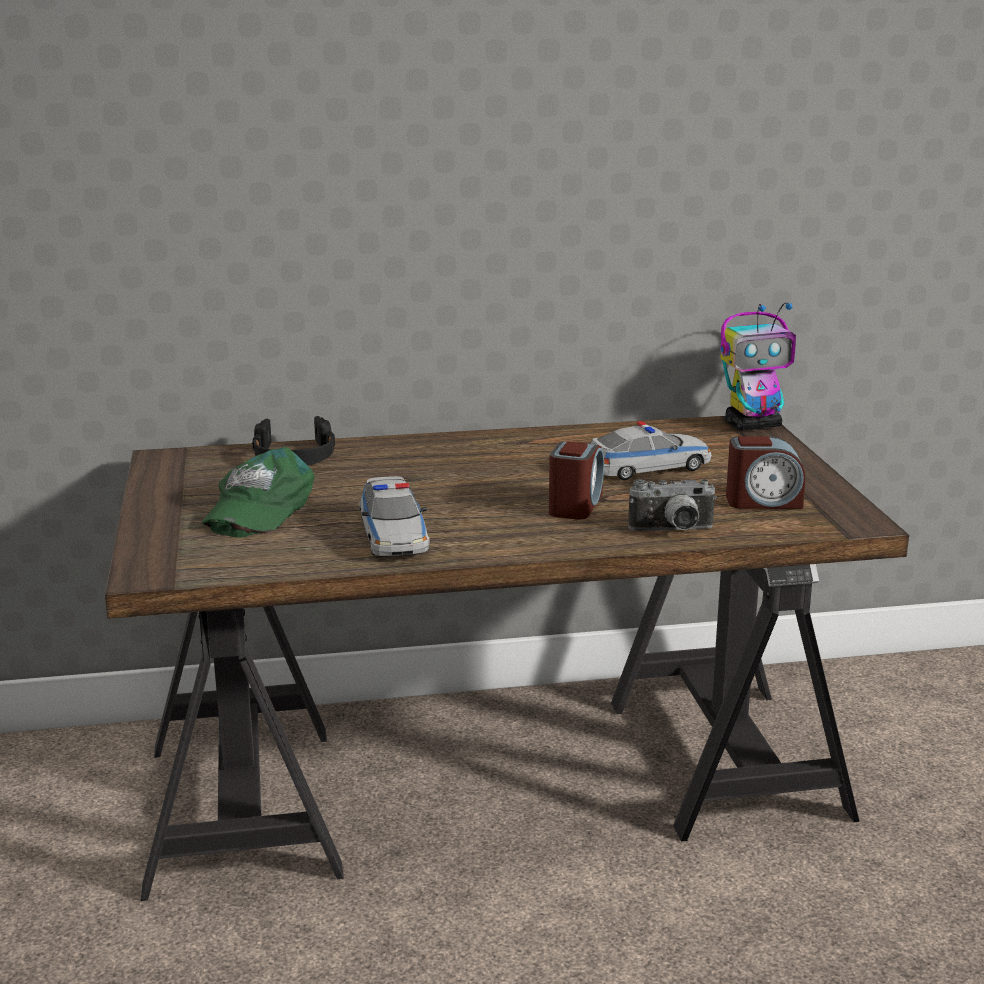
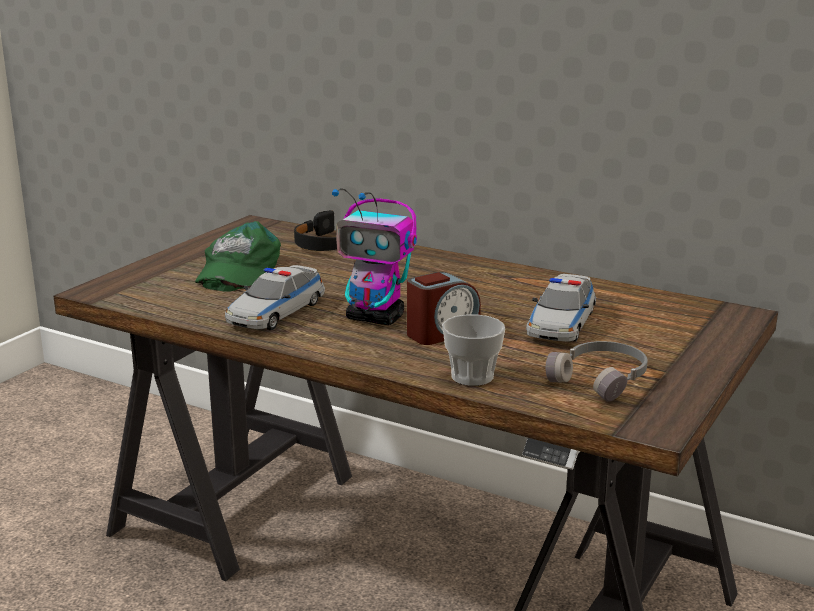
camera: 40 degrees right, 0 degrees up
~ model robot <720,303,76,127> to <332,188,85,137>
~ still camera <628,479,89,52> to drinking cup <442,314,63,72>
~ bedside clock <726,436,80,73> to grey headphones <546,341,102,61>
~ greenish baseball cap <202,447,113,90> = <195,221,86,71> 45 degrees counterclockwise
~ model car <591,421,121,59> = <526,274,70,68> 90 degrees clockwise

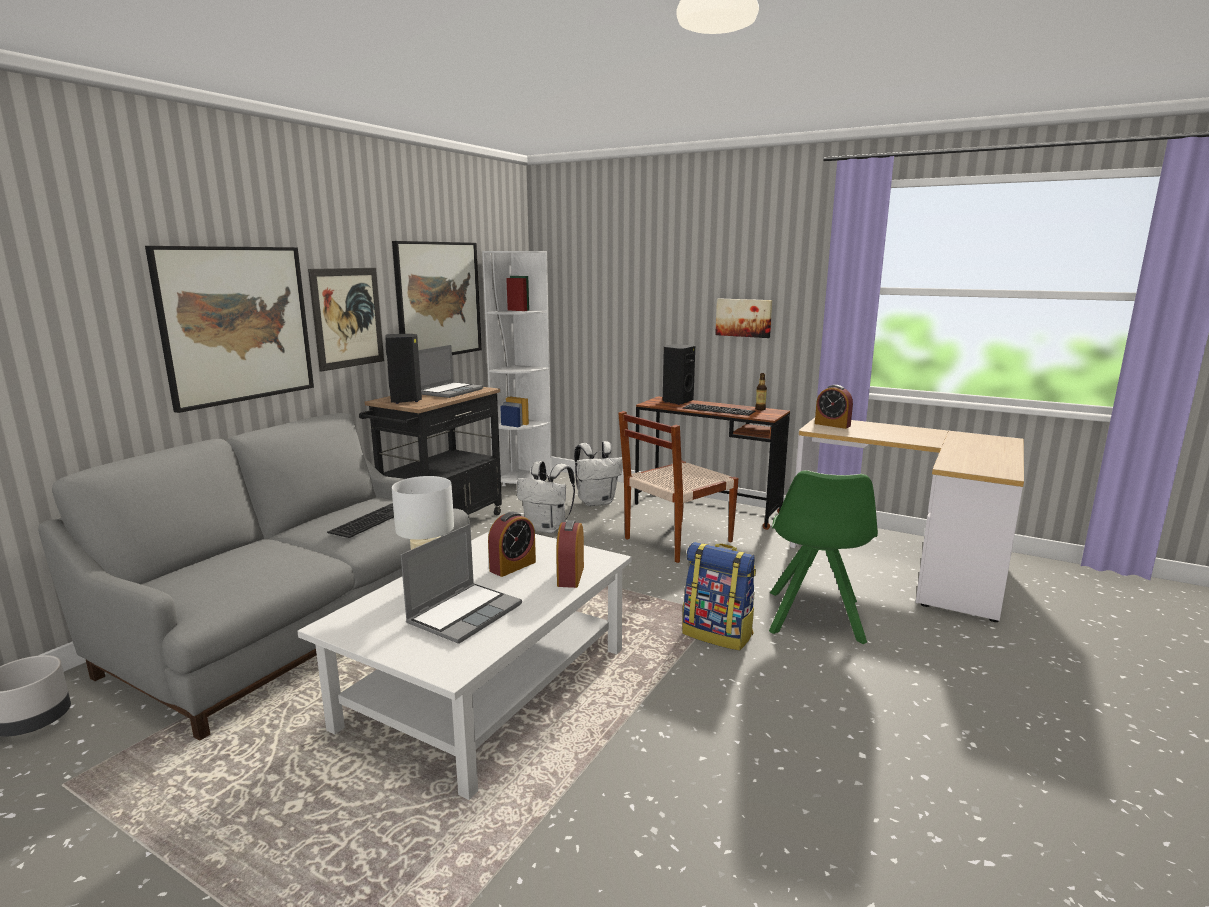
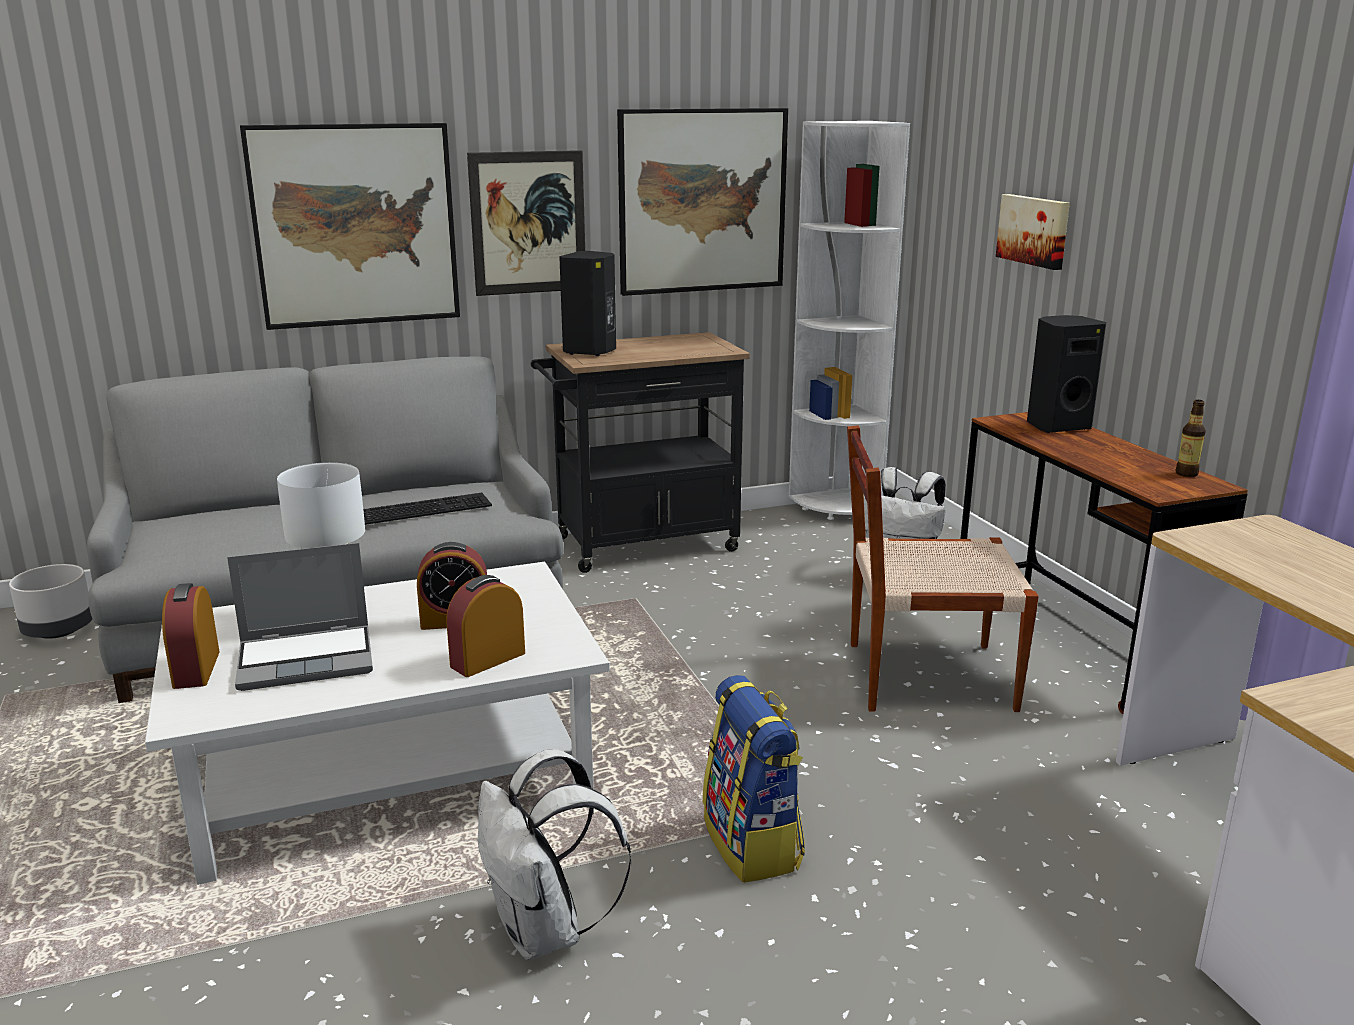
camera: 40 degrees right, 5 degrees up
- laptop <418,345,65,53>
- PC keyboard <683,404,72,12>
- greenish upright chair <769,470,109,174>
~ whitish backpack <517,461,58,72> to <477,749,154,211>
~ wall picture <715,298,57,40> to <996,194,74,76>
~ bedside clock <815,385,38,44> to <162,583,58,106>

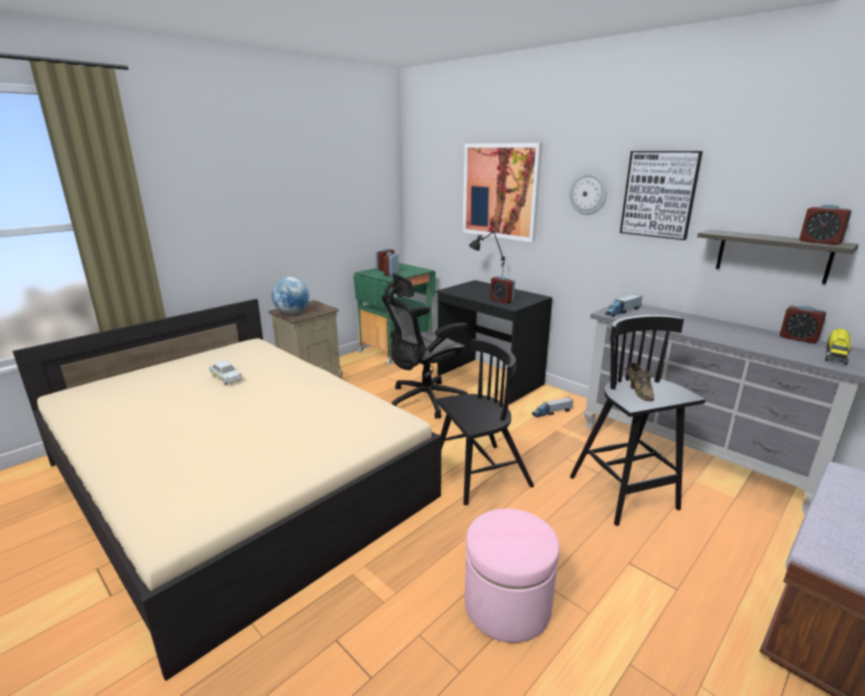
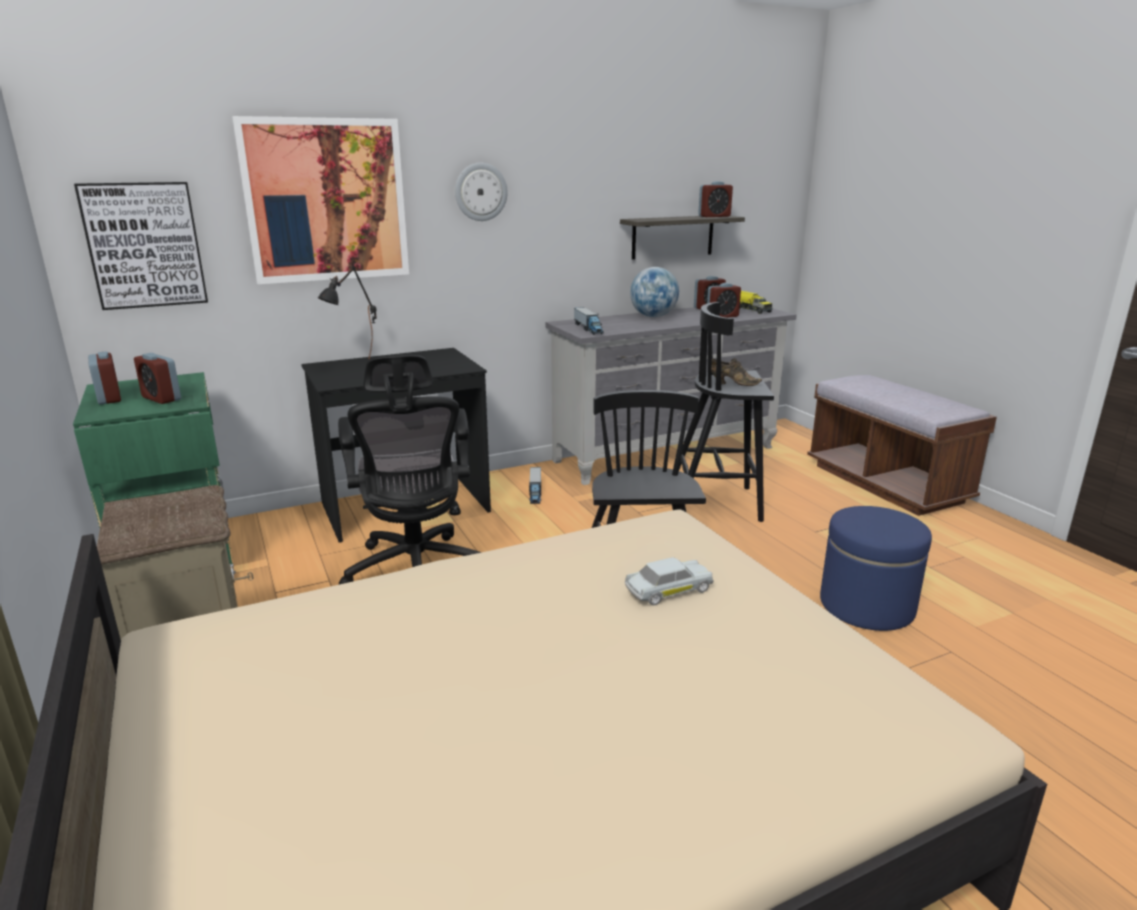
camera: 70 degrees left, 0 degrees up
~ whitish model car <209,360,33,25> to <625,557,89,48>
~ desk globe <271,277,38,37> to <630,267,49,50>
~ bedside clock <490,276,25,28> to <707,283,34,35>
~ wall picture <620,151,83,89> to <74,182,134,128>
~ pinkish ottoman <465,509,95,134> to blue ottoman <820,506,112,125>

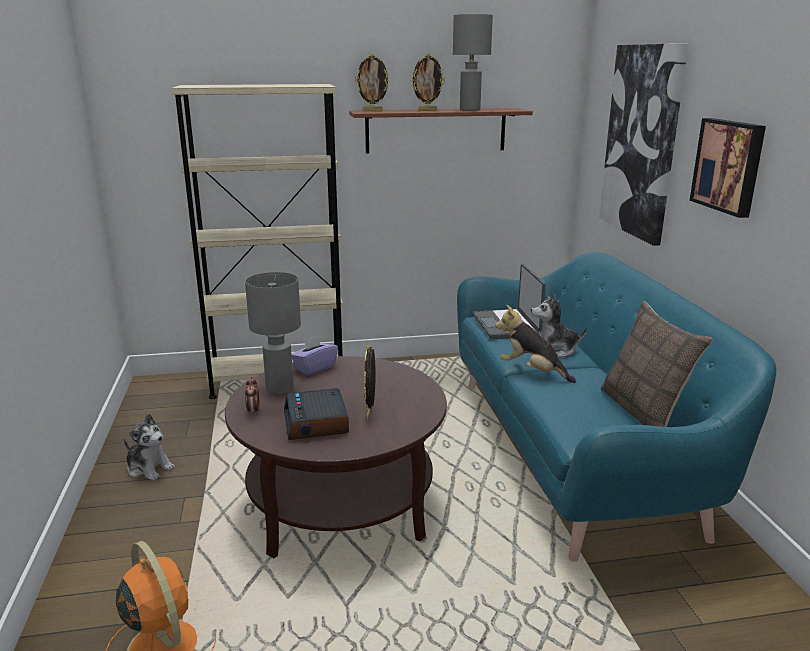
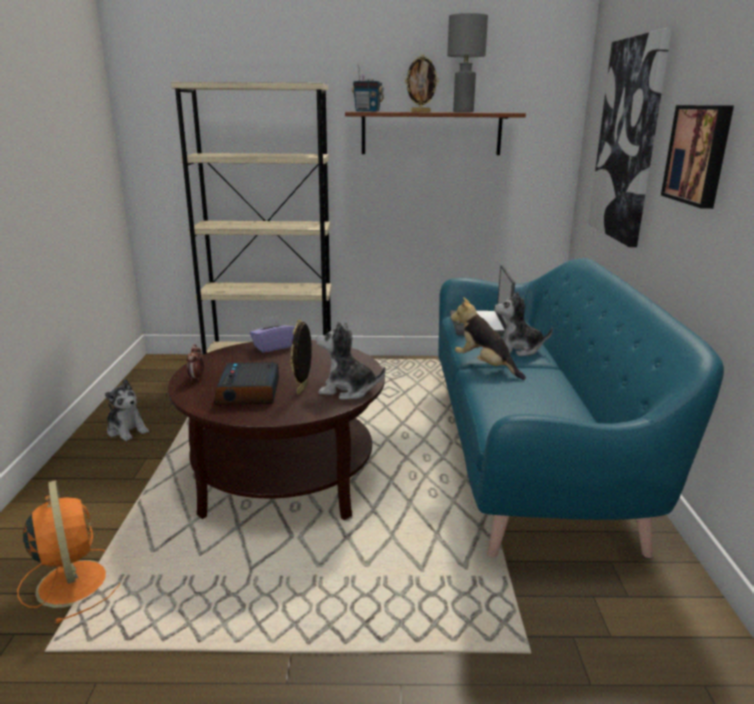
camera: 10 degrees right, 0 degrees up
- grey lamp for a table <245,272,56,123>
- throw pillow <601,301,112,126>
+ plush toy <316,321,70,79>
~ photo frame <355,53,35,58> to radio receiver <352,66,32,46>

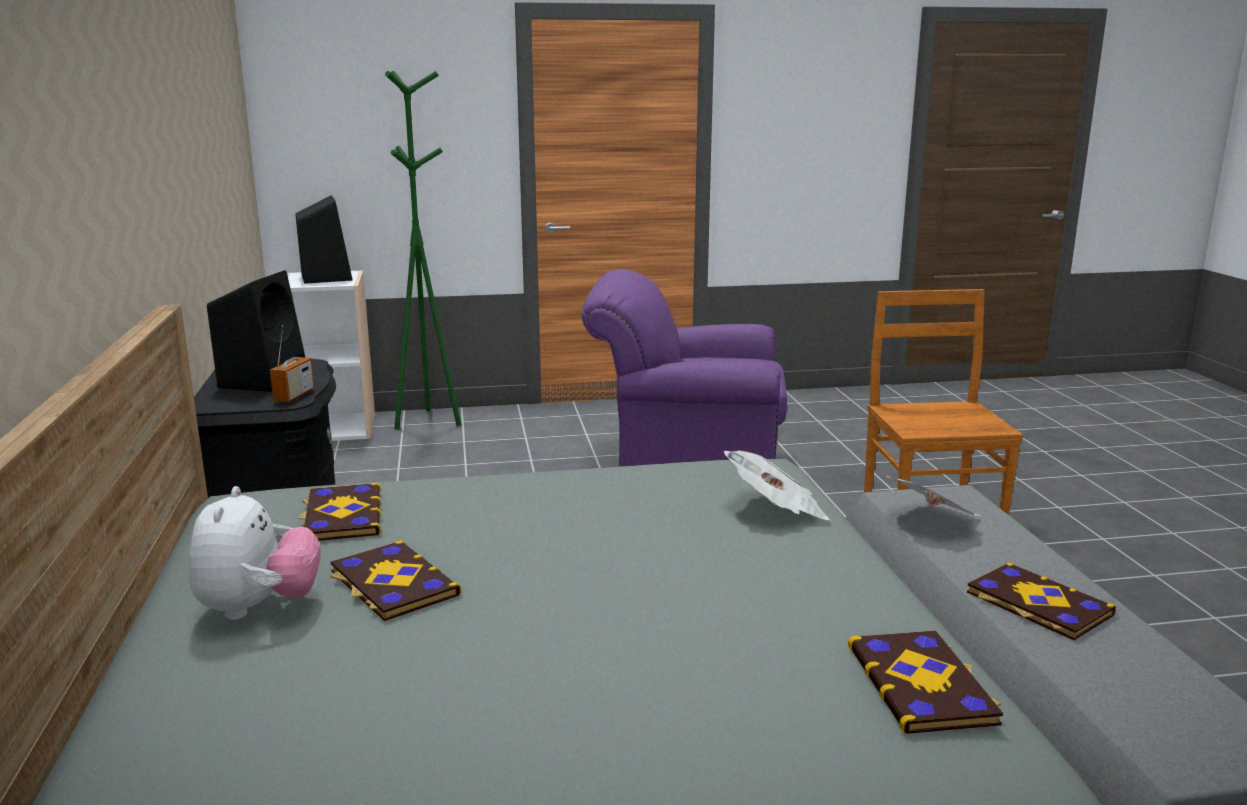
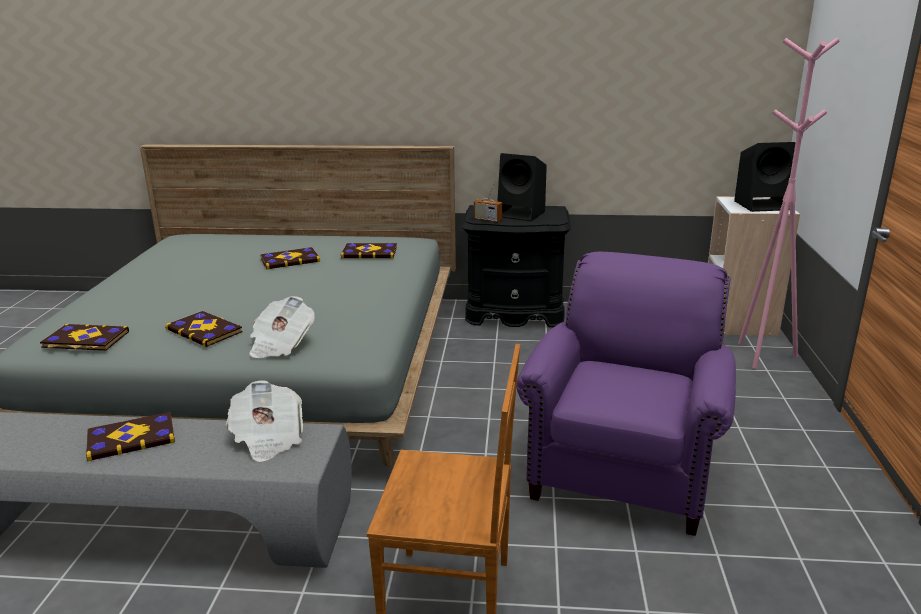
camera: 105 degrees right, 5 degrees up
- plush toy <189,486,132,134>
+ volume <165,311,77,36>
~ greenish garment stand <385,71,76,358> to pinkish garment stand <738,38,101,331>

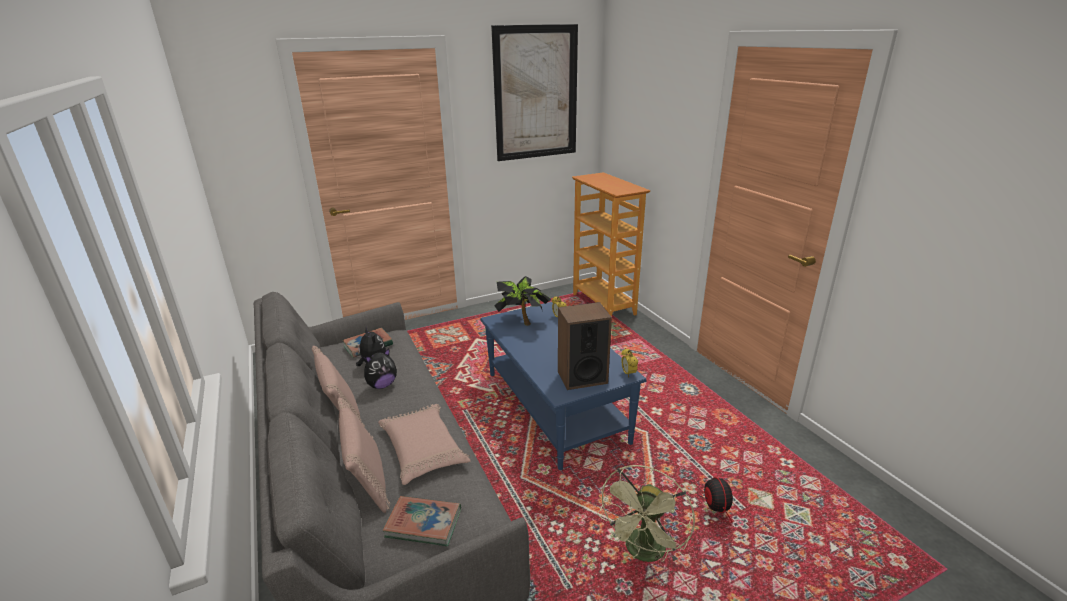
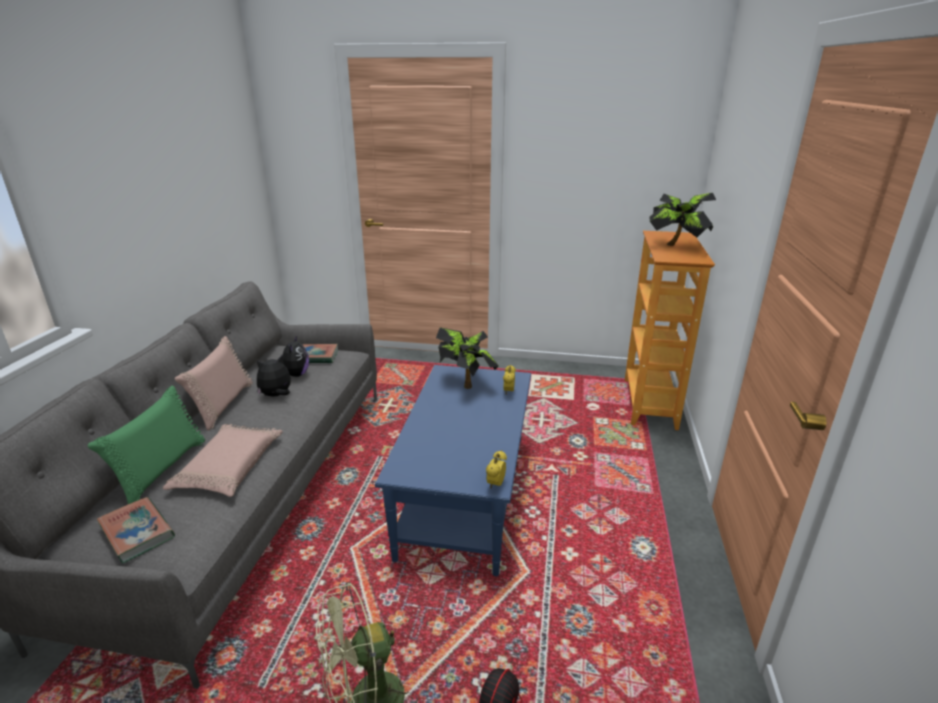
camera: 35 degrees right, 0 degrees up
- wall picture <491,24,87,137>
- audio speaker <558,302,54,88>
+ houseplant <649,193,67,53>
~ beige throw pillow <337,398,53,115> to greenish throw pillow <88,386,117,118>
~ plush toy <364,348,33,41> = <257,355,34,42> 150 degrees clockwise

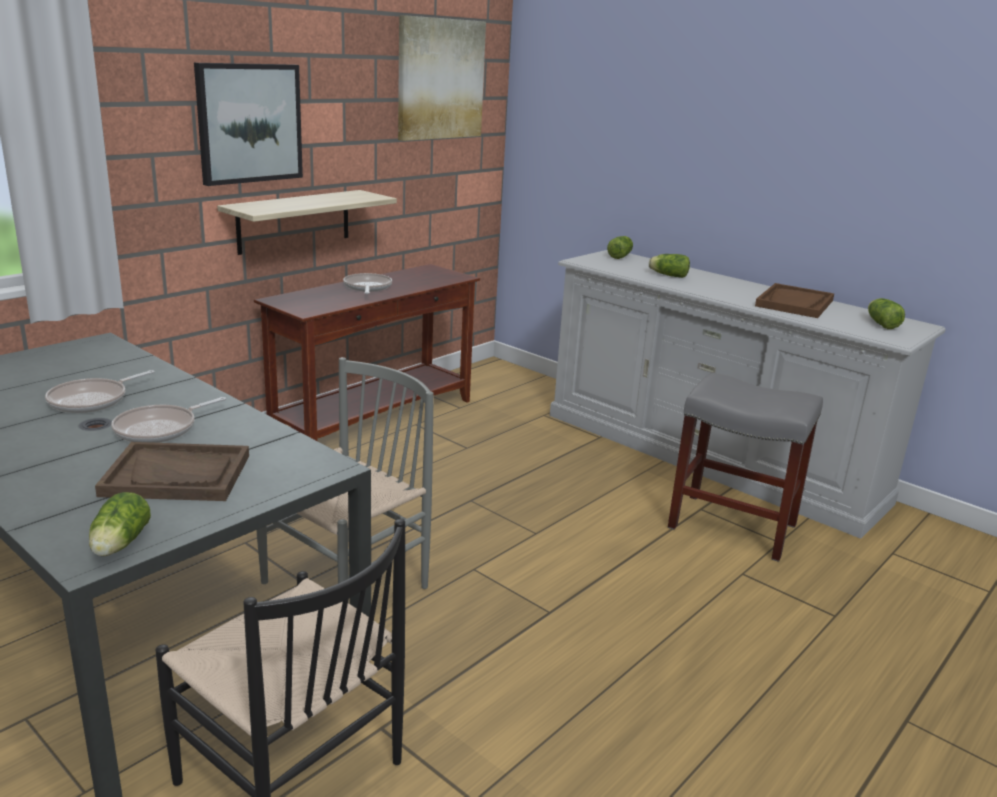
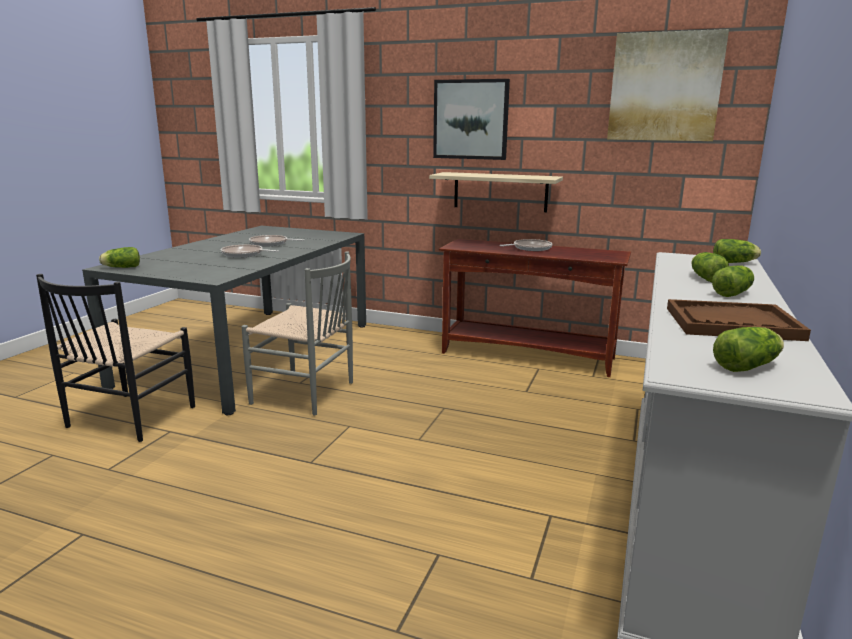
camera: 70 degrees right, 5 degrees down
- brown-coloured serving tray <95,442,154,59>
- grey stool <668,373,155,189>
+ head of lettuce <712,265,42,32>

